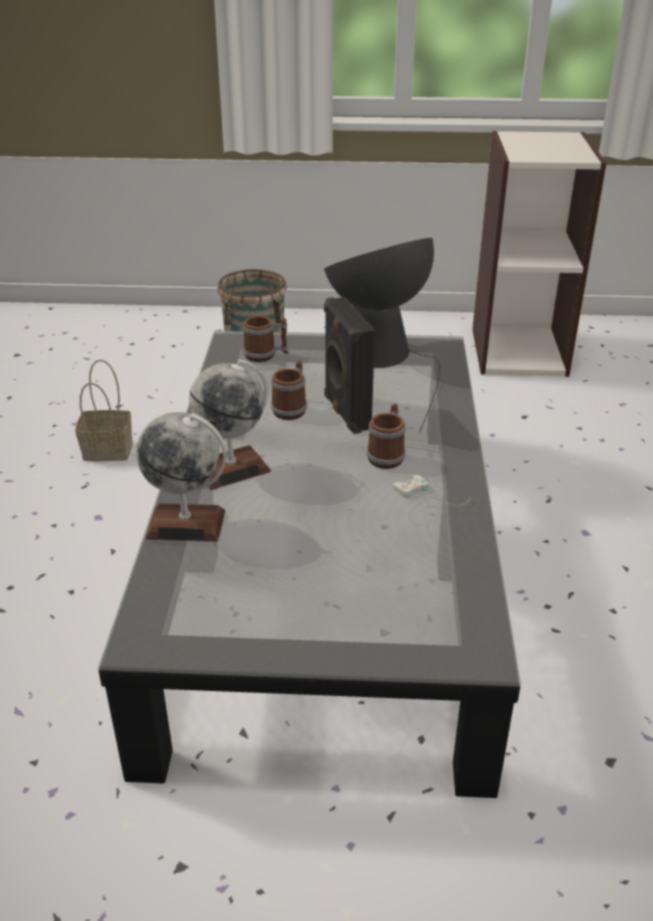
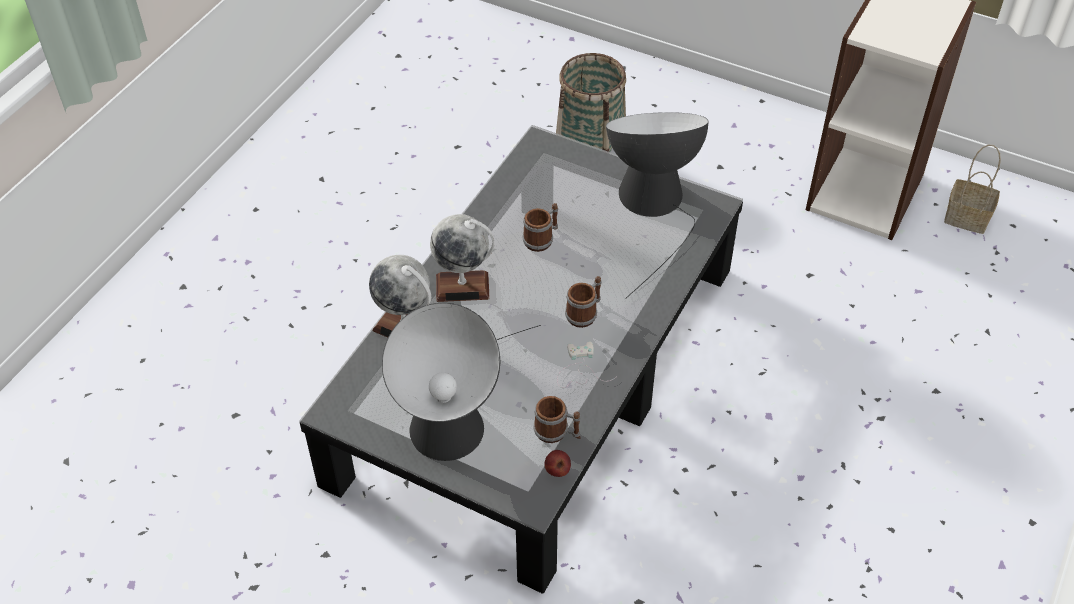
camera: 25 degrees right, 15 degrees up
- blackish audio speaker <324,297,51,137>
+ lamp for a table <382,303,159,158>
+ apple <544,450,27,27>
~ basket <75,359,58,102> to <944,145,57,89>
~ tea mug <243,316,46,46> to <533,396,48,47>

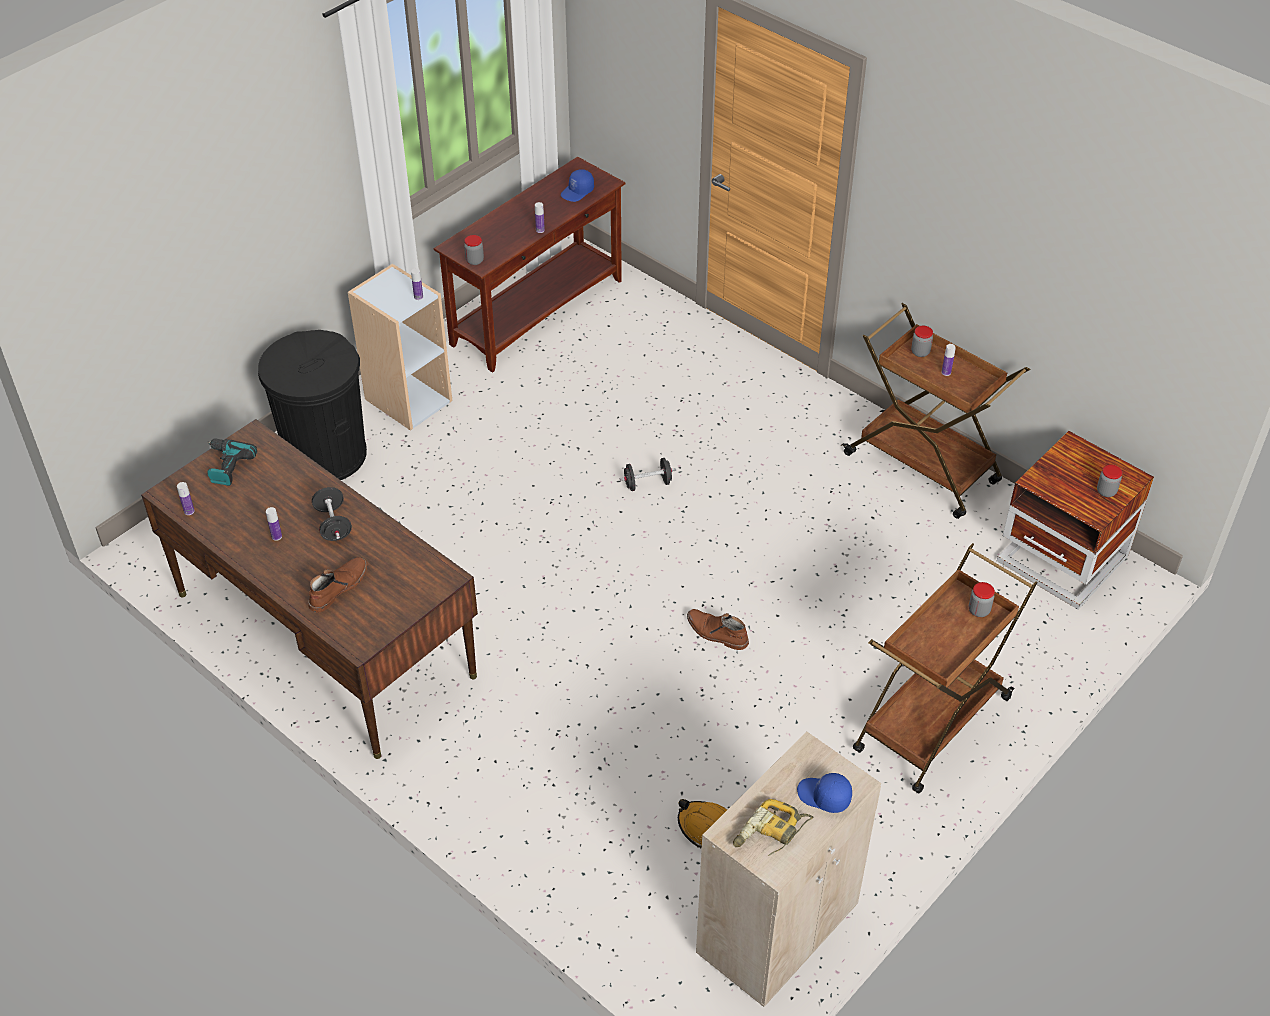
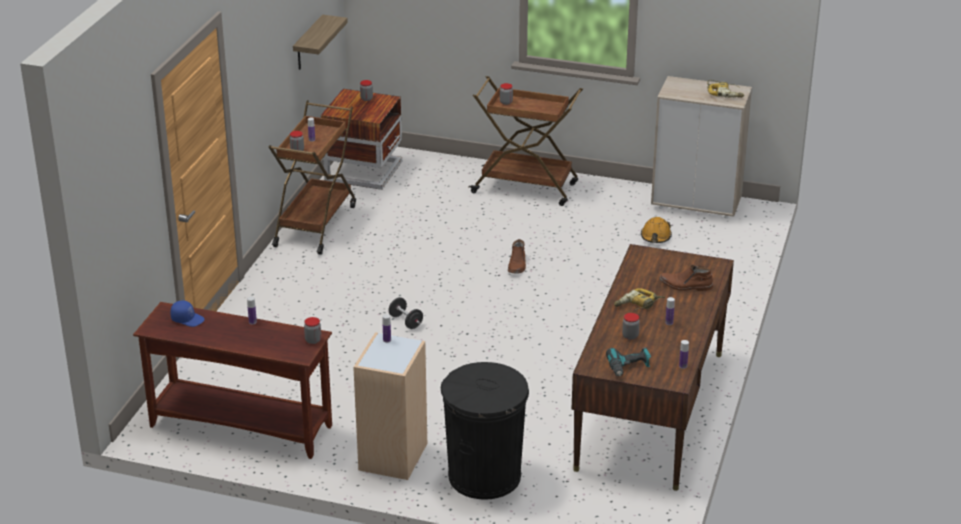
camera: 115 degrees left, 15 degrees down
- blue baseball cap <797,773,55,40>
+ wall shelf <293,15,55,55>
+ preserve jar <622,313,18,27>
~ blackish free weight <312,487,40,54> to drill <614,288,51,22>

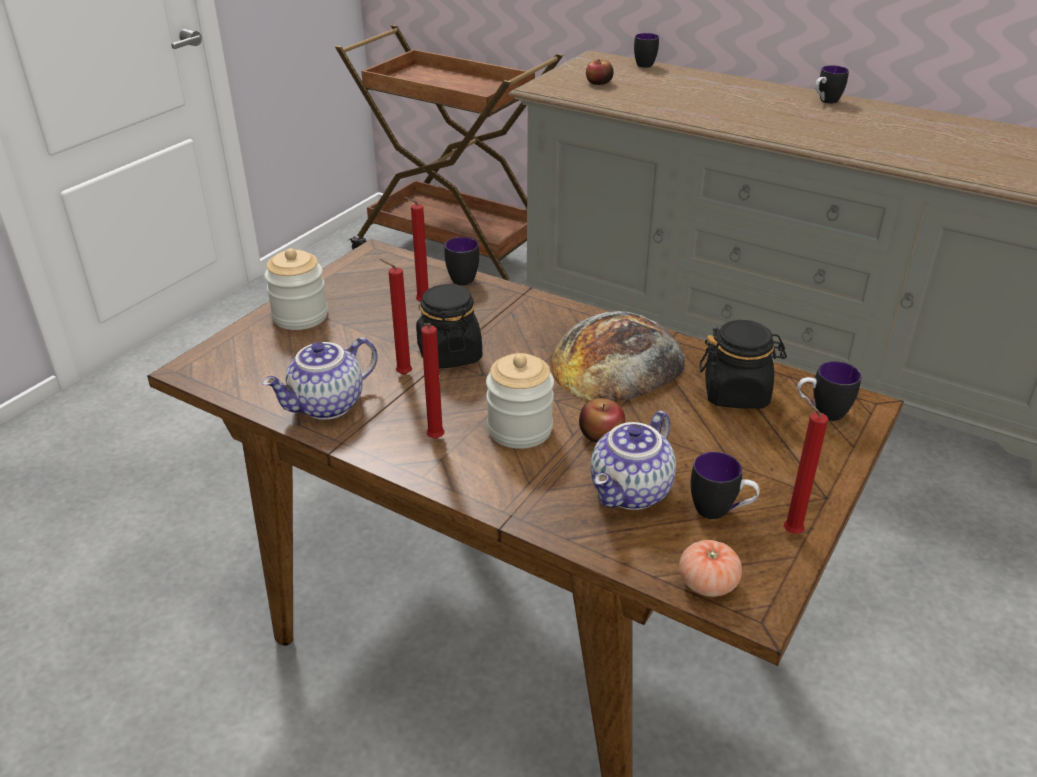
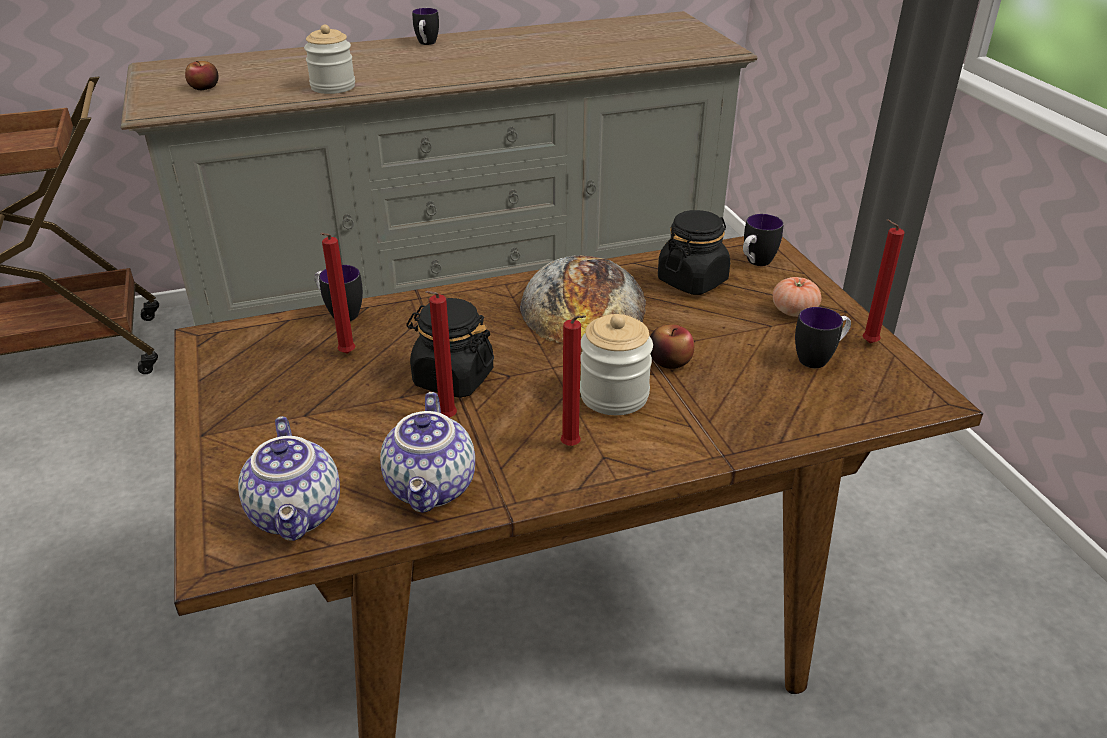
camera: 50 degrees left, 0 degrees up
- tea mug <634,33,25,35>
~ preserve jar <264,248,64,82> to <304,25,51,69>
~ teapot <590,411,86,99> to <238,416,102,125>
~ whole tomato <679,540,63,57> to <773,277,48,40>

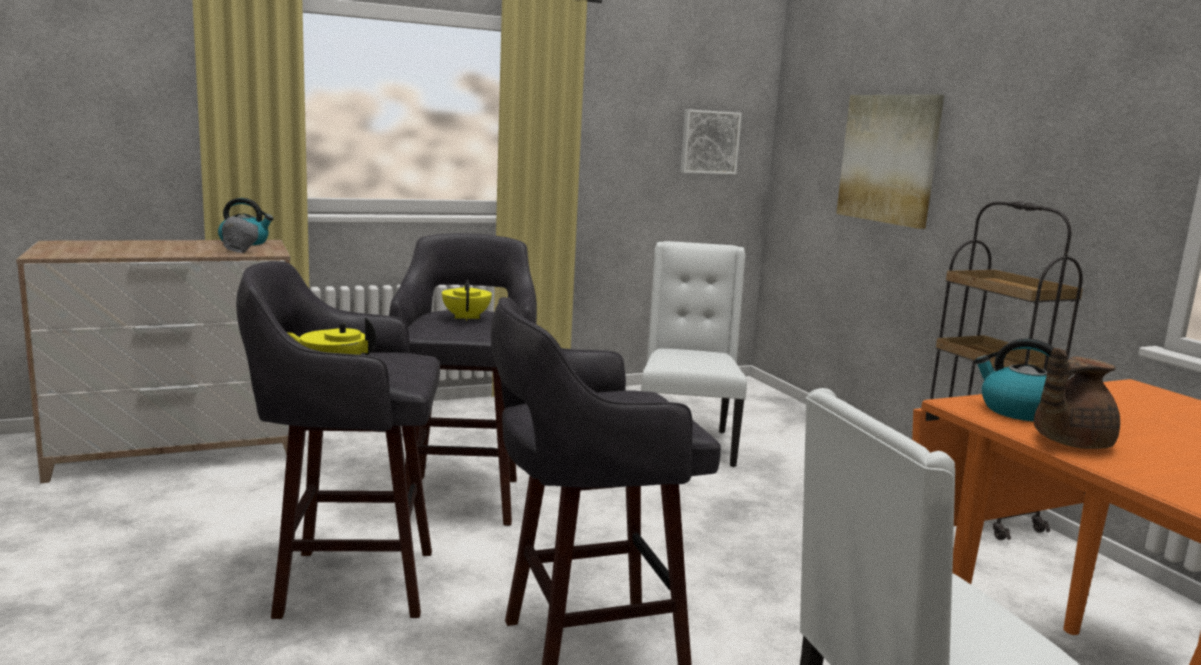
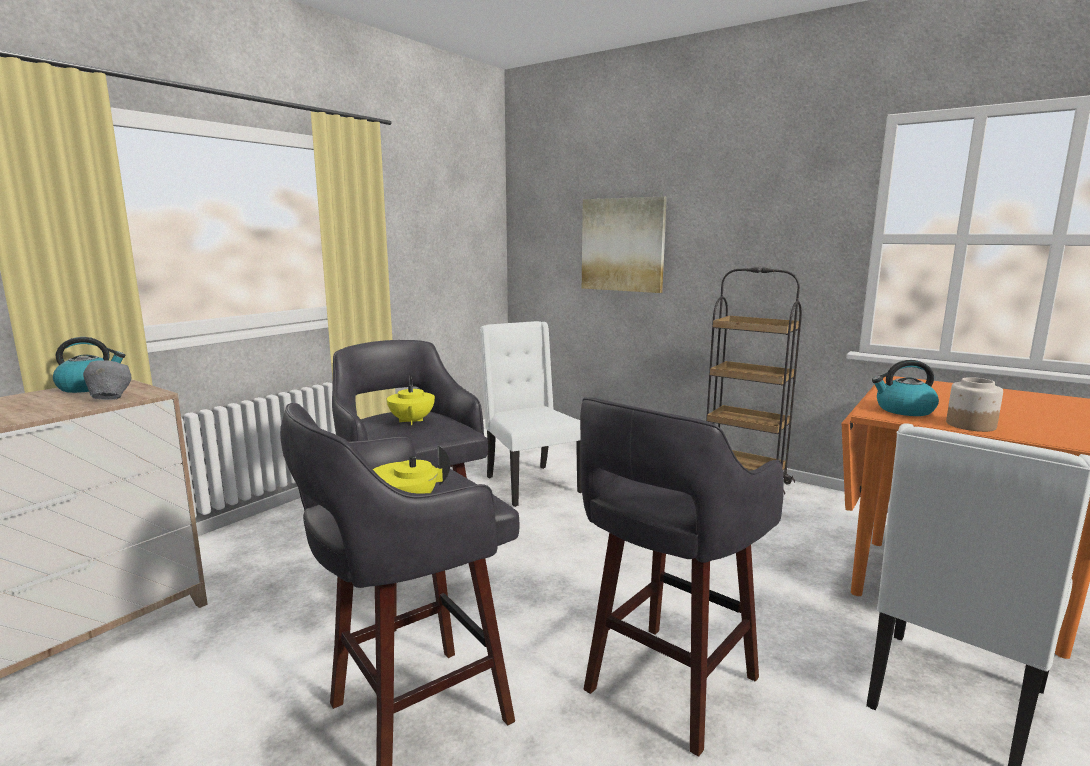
camera: 30 degrees left, 0 degrees up
- wall picture <680,109,62,66>
~ brown-coloured teapot <1034,348,86,101> to preserve jar <946,377,57,55>
~ yellow teapot <442,280,50,41> = <387,376,48,49> 150 degrees counterclockwise

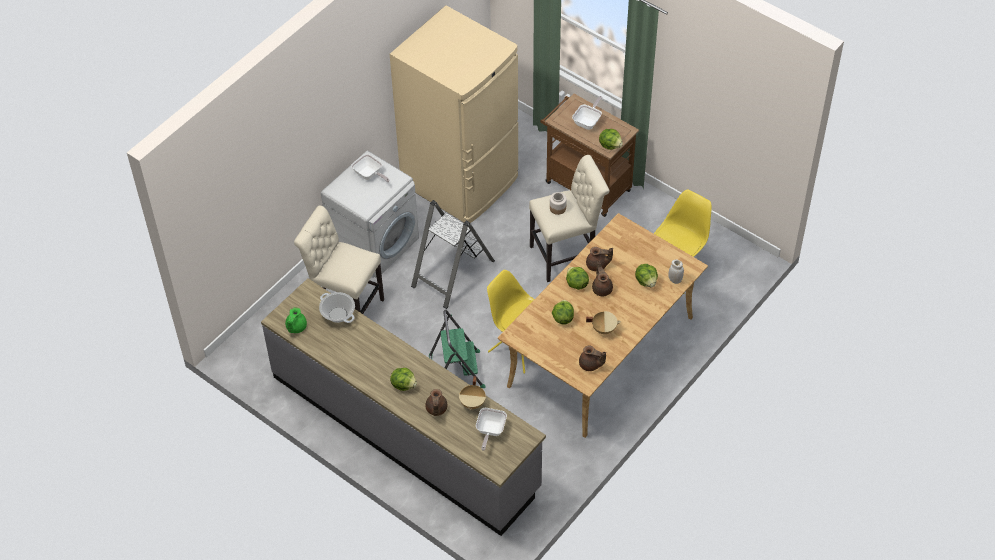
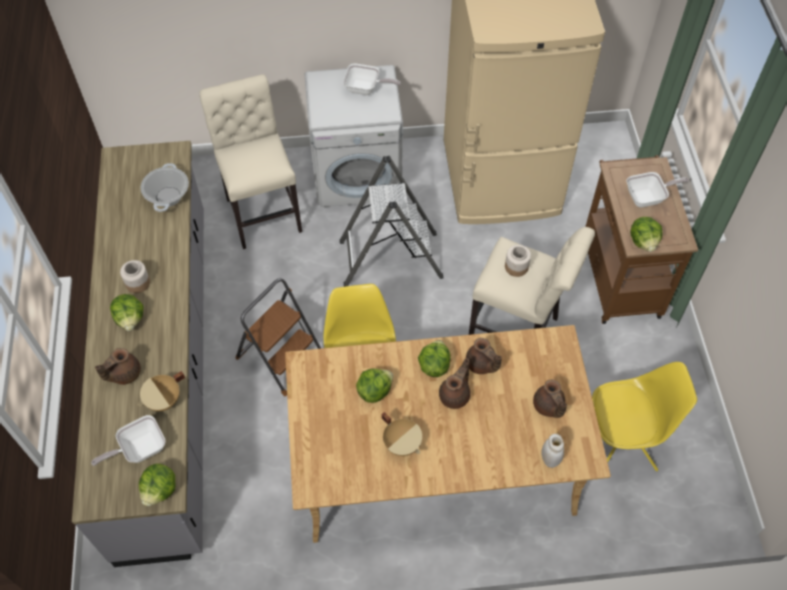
camera: 45 degrees right, 5 degrees up
- greenish teapot <285,307,22,26>
+ preserve jar <120,260,30,33>
~ brown-coloured teapot <579,346,27,25> to <533,380,34,38>
~ head of lettuce <635,264,23,23> to <139,463,37,43>
~ greenish step ladder <429,310,57,78> to brown-coloured step ladder <236,278,85,118>
~ frying pan <351,154,39,28> = <343,63,58,32> 75 degrees counterclockwise

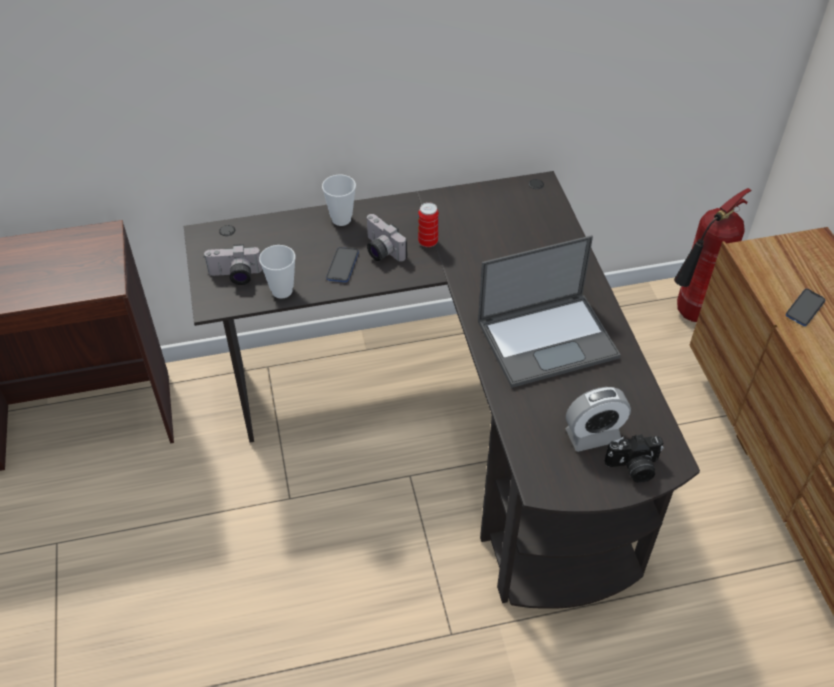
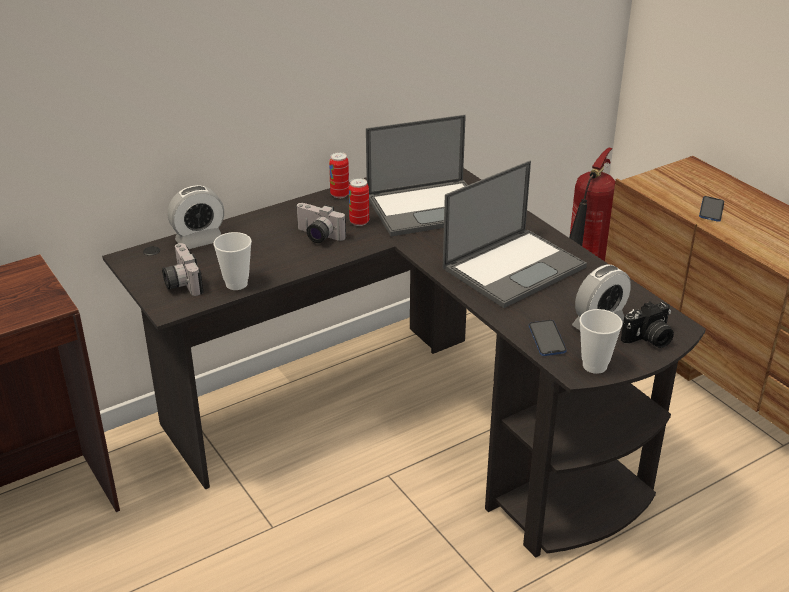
camera: 20 degrees left, 15 degrees down
+ bedside clock <168,185,56,64>
+ metal can <329,152,20,46>
+ laptop <366,115,101,122>
~ drinking cup <322,175,34,51> to <580,309,42,65>
~ phone <326,247,33,35> to <529,320,38,36>
~ still camera <204,244,59,41> = <162,243,41,53> 90 degrees clockwise

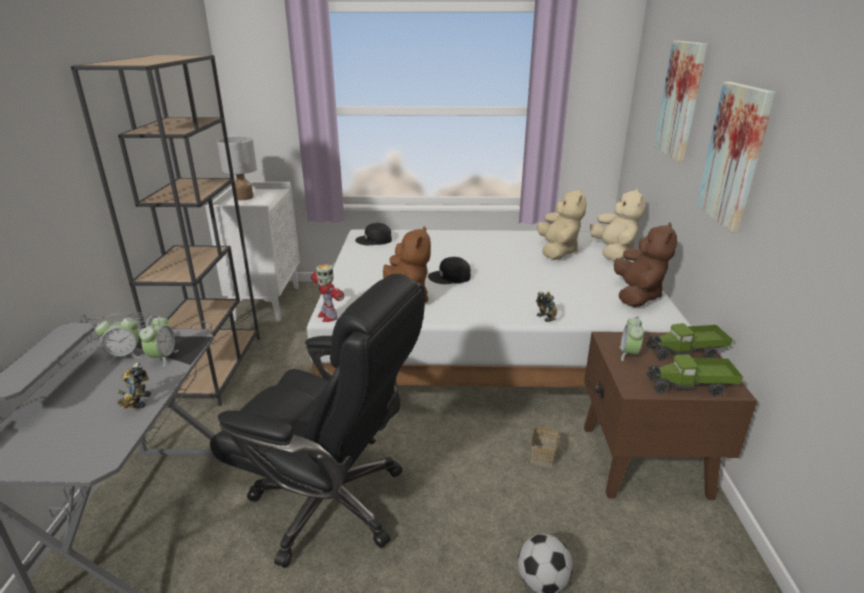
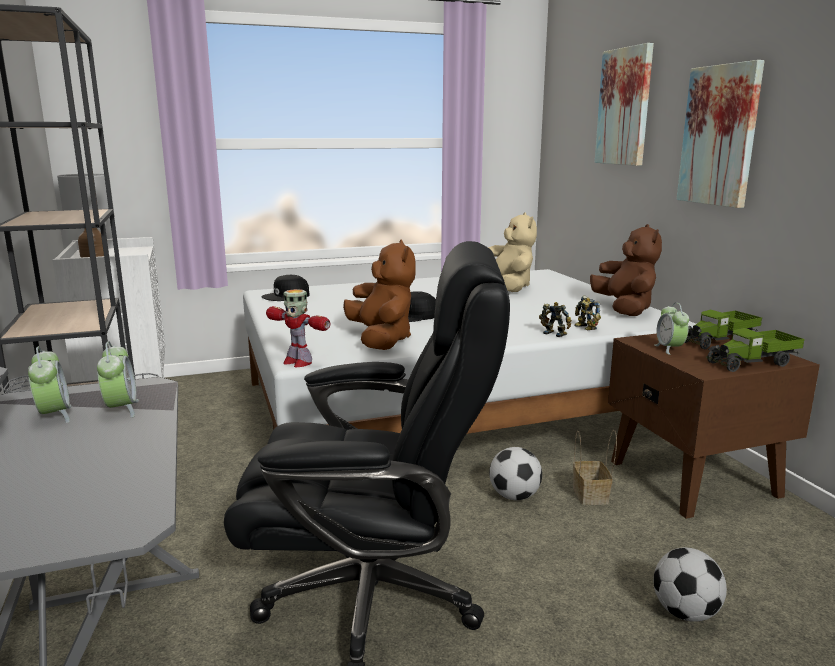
camera: 20 degrees left, 10 degrees down
- beige plush toy <590,188,55,73>
+ ball for football <489,447,53,53>
~ model robot <116,362,35,47> to <575,295,26,35>
~ bedside clock <95,314,46,49> = <28,346,43,77> 75 degrees counterclockwise

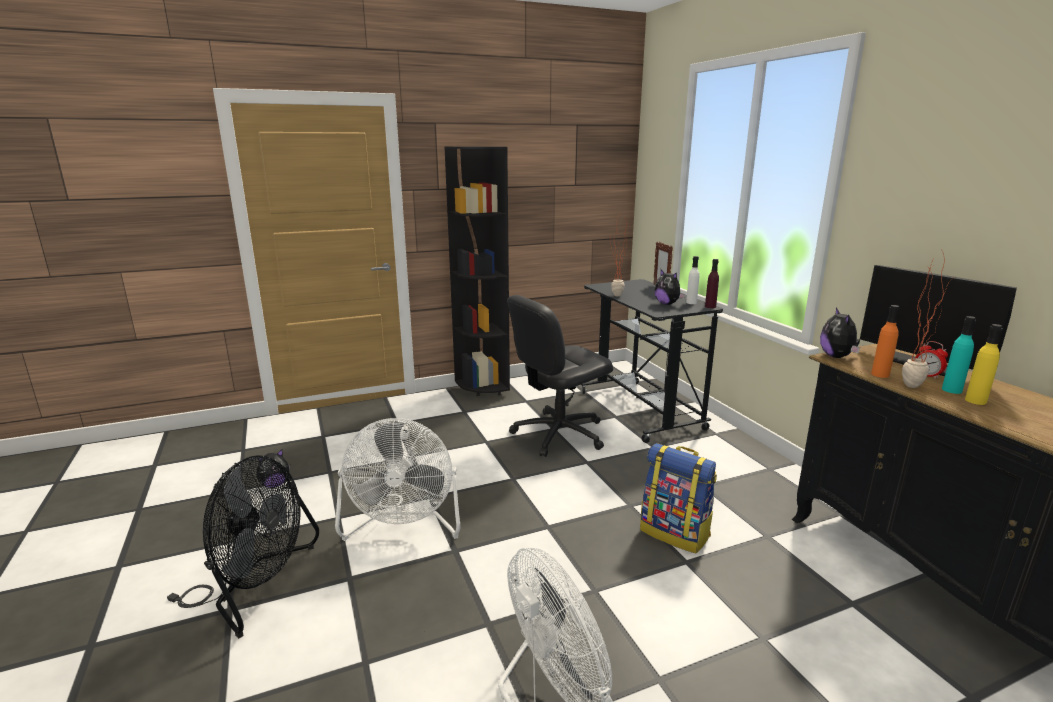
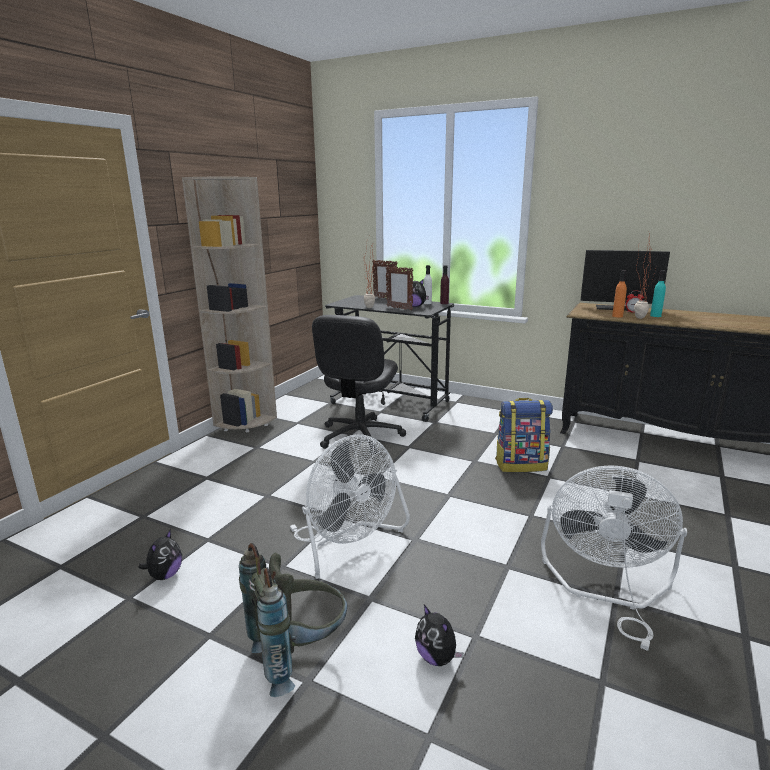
camera: 40 degrees left, 0 degrees up
- yellow beverage bottle <965,324,38,81>
+ photo frame <386,266,27,44>
~ plush toy <820,307,40,51> to <415,605,49,61>
~ blackish electric fan <167,456,152,183> to grey backpack <239,543,108,154>
~ blackish bookshelf <445,146,65,250> to beige bookshelf <182,177,95,255>

